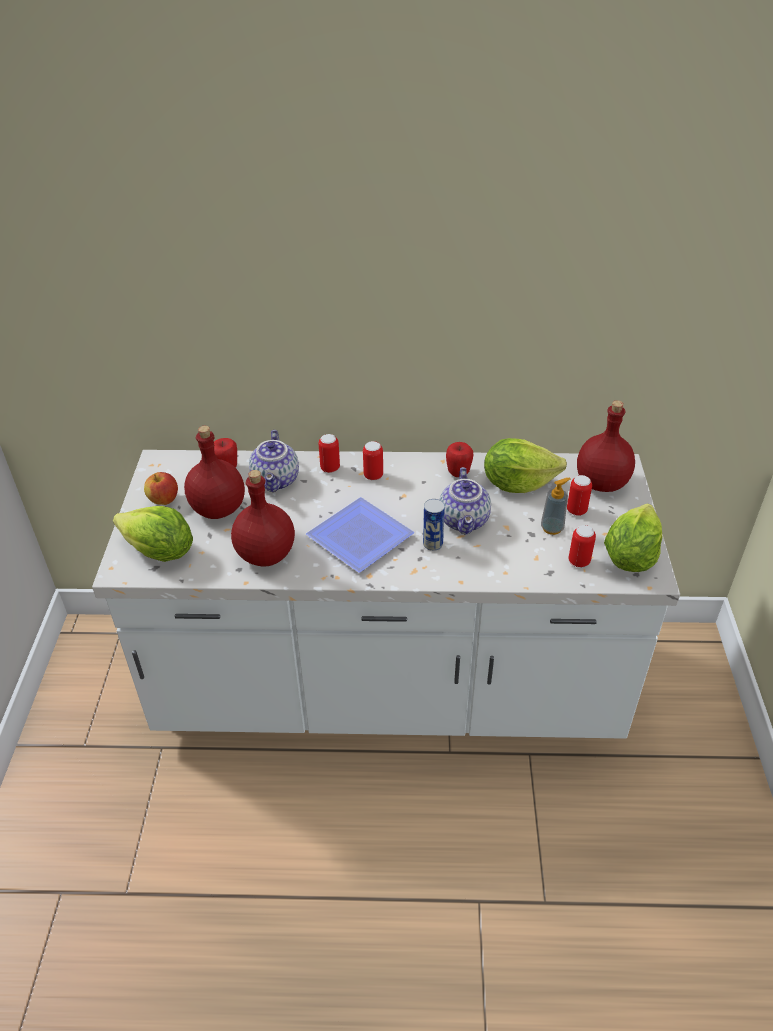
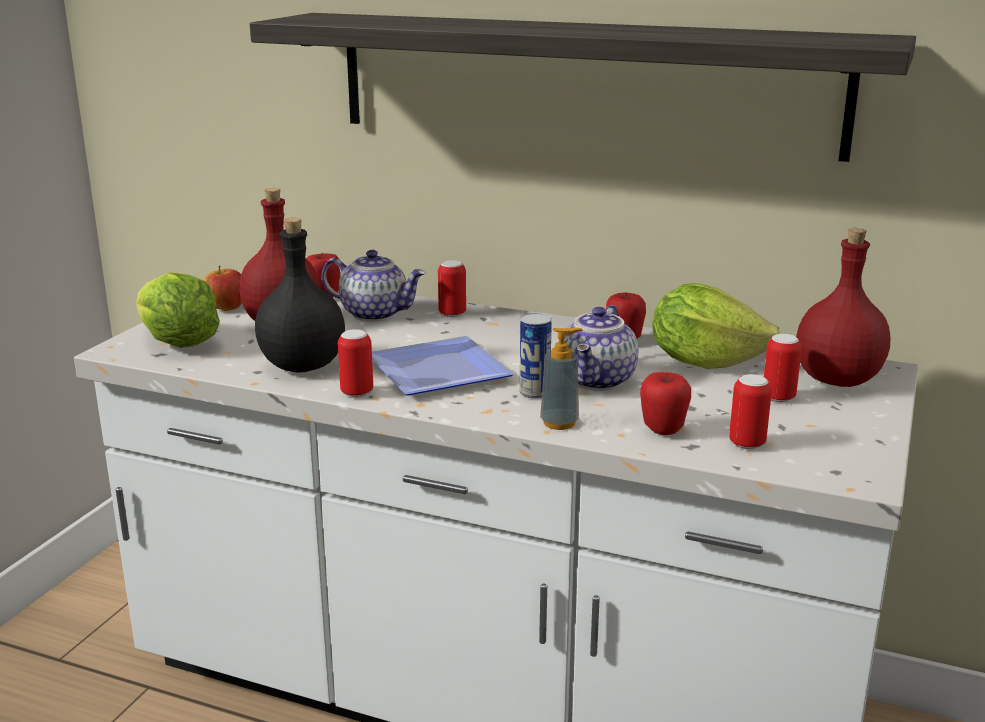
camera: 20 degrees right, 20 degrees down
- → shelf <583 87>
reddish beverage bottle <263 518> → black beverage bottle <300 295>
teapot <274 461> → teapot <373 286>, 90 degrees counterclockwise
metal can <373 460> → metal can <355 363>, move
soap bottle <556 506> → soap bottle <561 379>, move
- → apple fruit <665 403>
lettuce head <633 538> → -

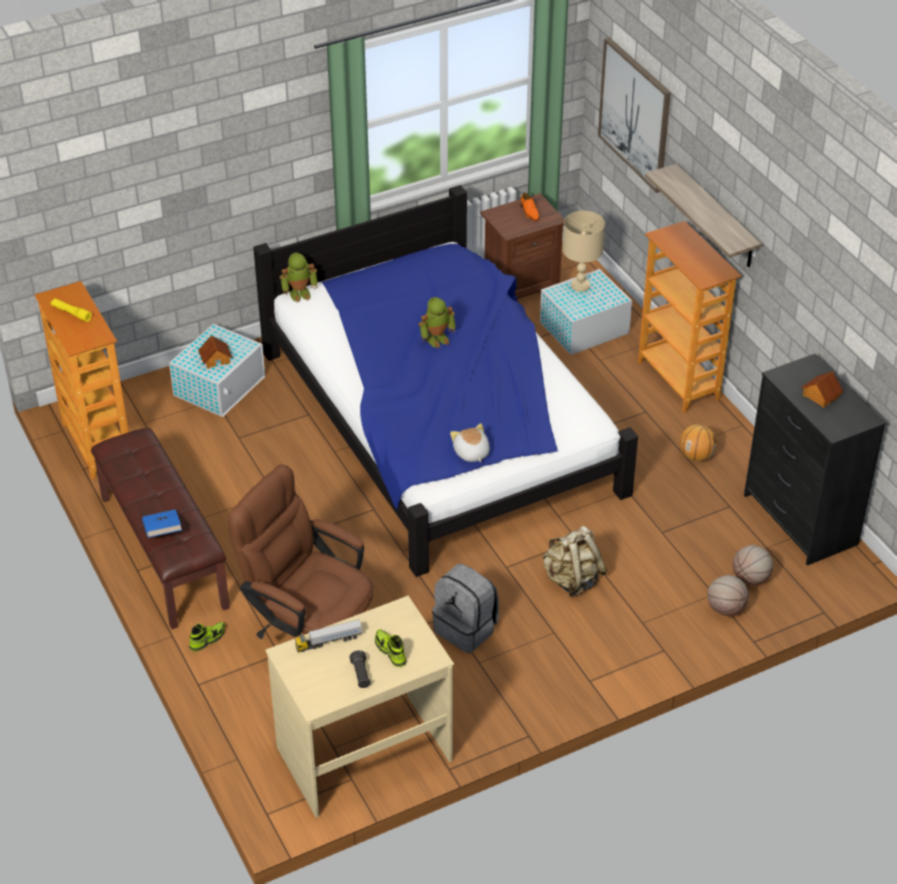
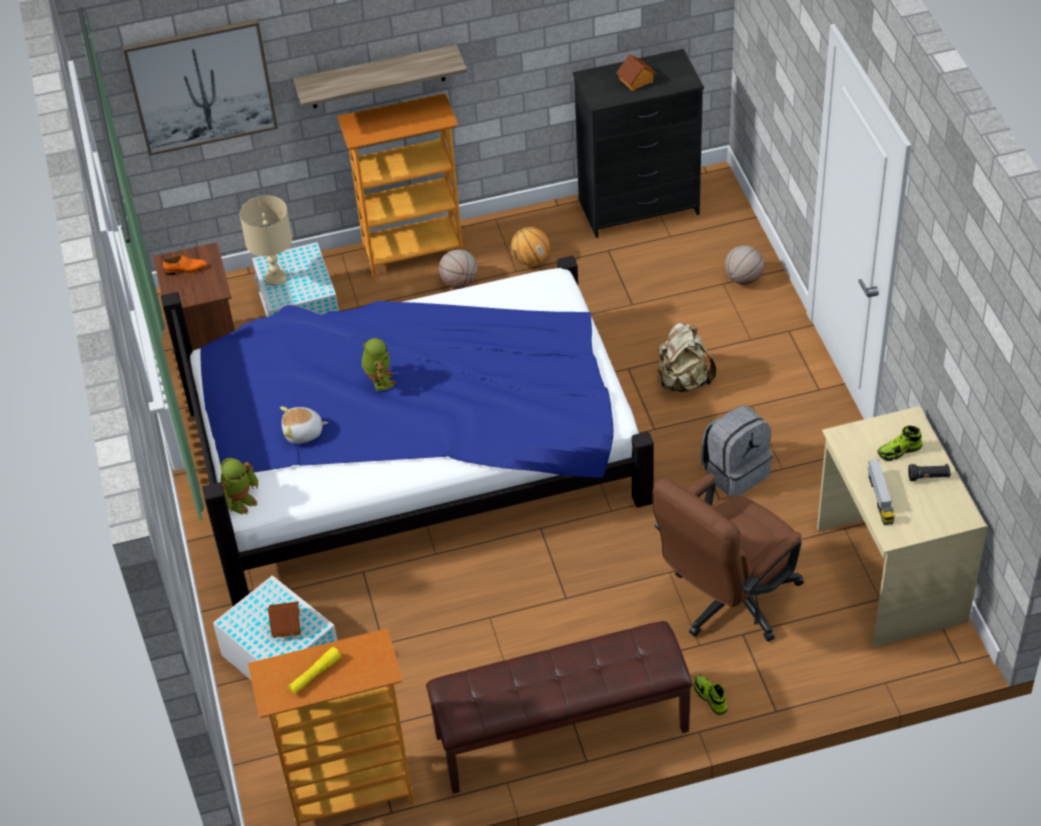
camera: 75 degrees left, 5 degrees up
robot figure <299 278> → robot figure <239 486>, 45 degrees clockwise
cuddly toy <470 442> → cuddly toy <304 425>, move
basketball <753 565> → basketball <458 269>, move
blue book <162 523> → -

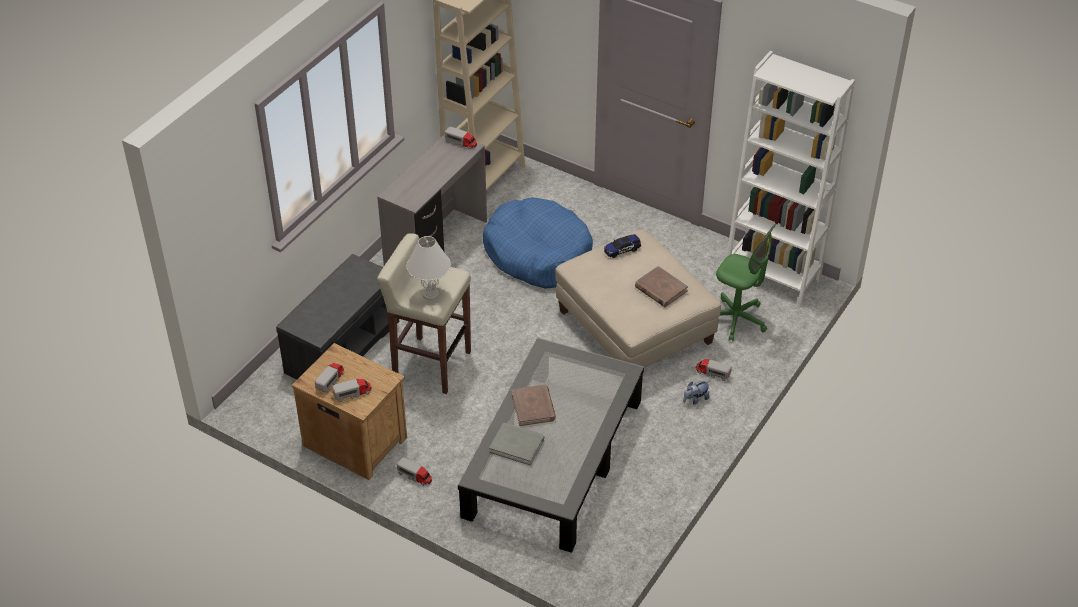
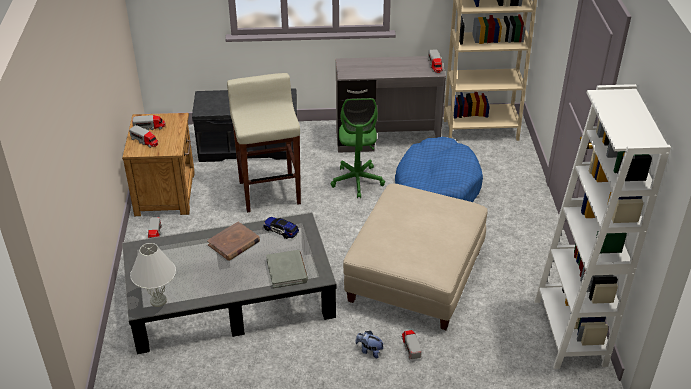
camera: 55 degrees right, 5 degrees down
white-coloured tabletop lamp <429 268> → white-coloured tabletop lamp <153 275>, move
model car <622 246> → model car <281 228>, move
greyish book <516 444> → greyish book <287 269>, move
green-coloured computer chair <746 282> → green-coloured computer chair <357 148>, move
brown book <661 286> → -

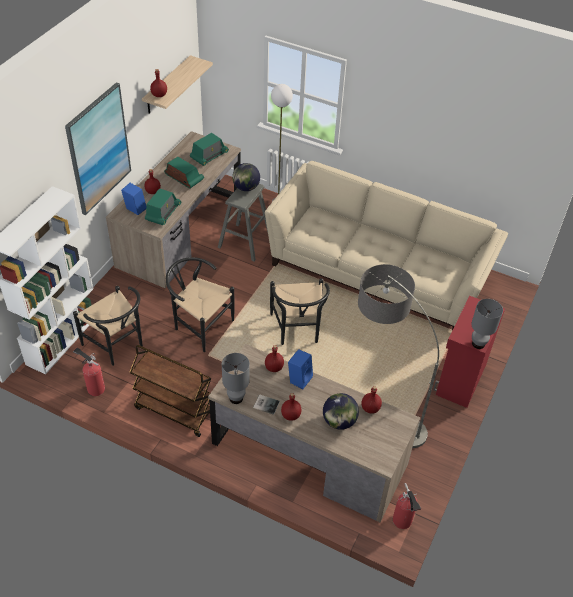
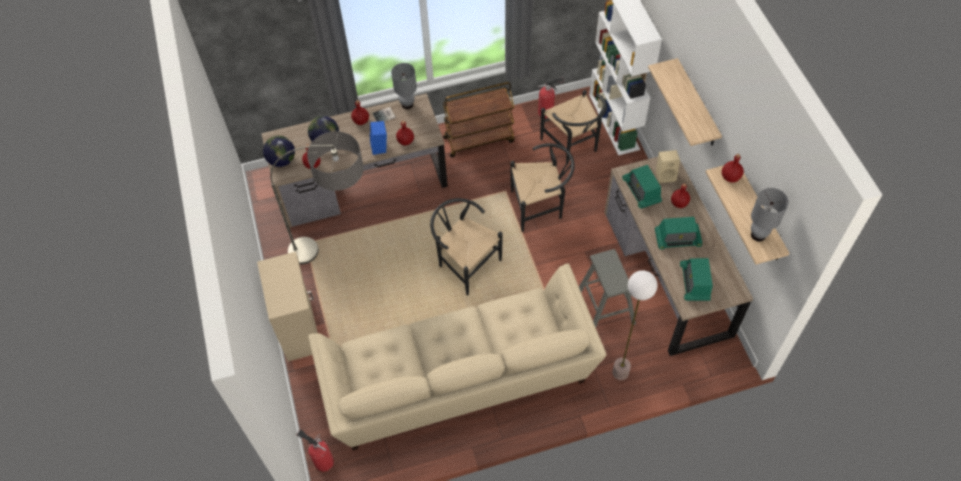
camera: 140 degrees right, 10 degrees up
reddish storage cabinet <469 352> → beige storage cabinet <287 307>
desk globe <246 177> → desk globe <279 151>, move
fire-fighting cylinder <407 506> → fire-fighting cylinder <315 450>, move
black chair <108 326> → black chair <573 127>, 120 degrees counterclockwise
wall art <98 148> → shelf <685 102>
blue speaker <133 199> → beige speaker <668 167>
greyish tabletop lamp <487 324> → greyish tabletop lamp <770 215>, move

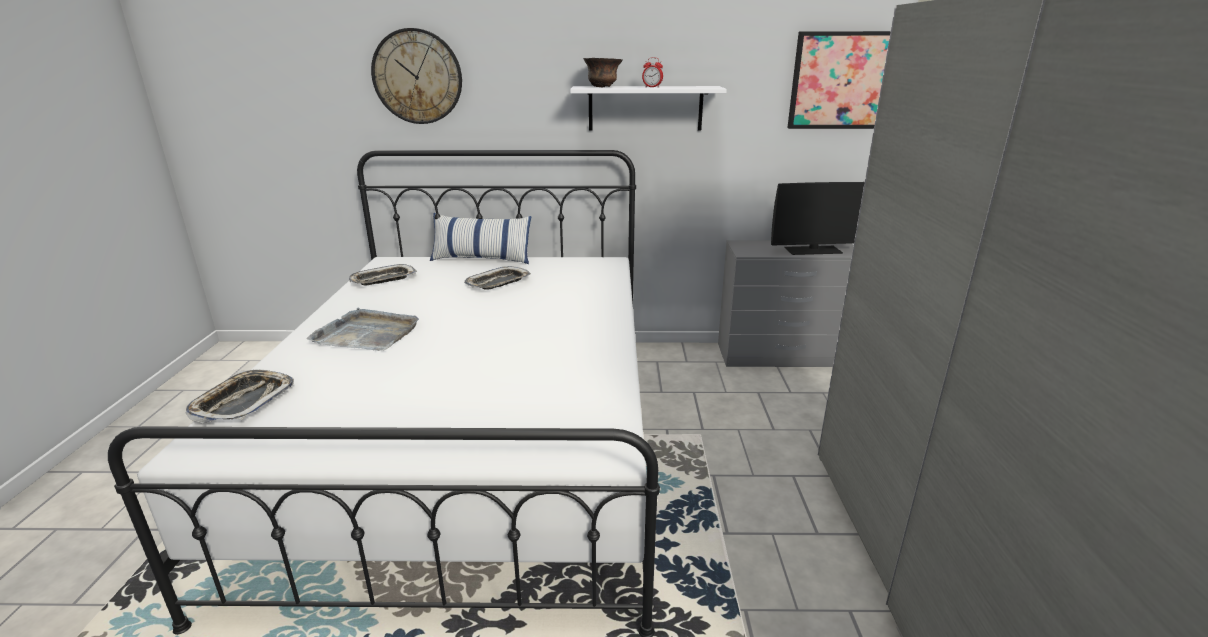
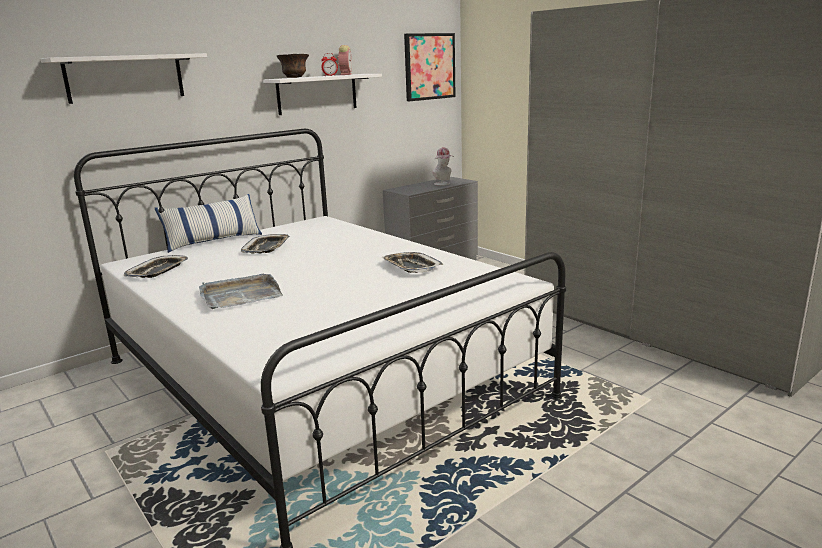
camera: 40 degrees left, 5 degrees down
hanging clock <416 76> → white-coloured shelf <124 78>
- → table clock <344 60>
serving tray <239 396> → serving tray <412 262>, move
computer screen <818 218> → wearable hat <443 166>

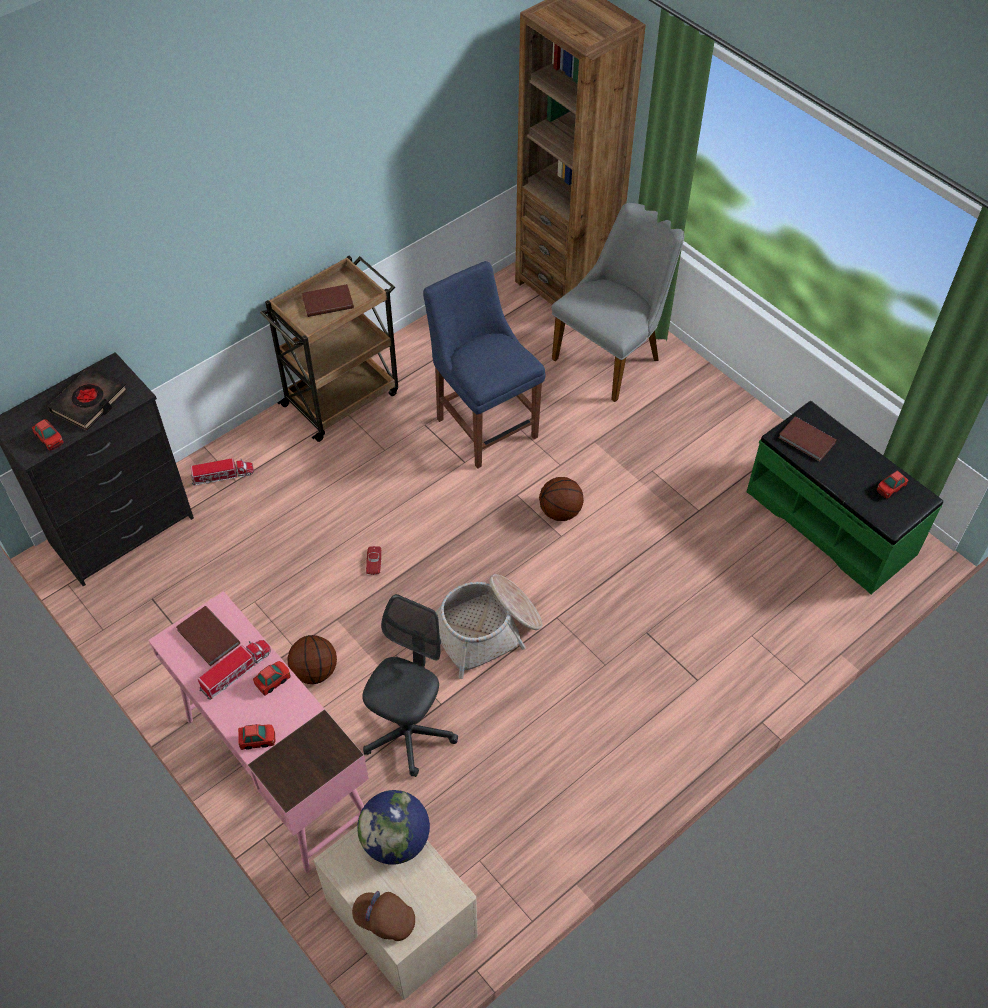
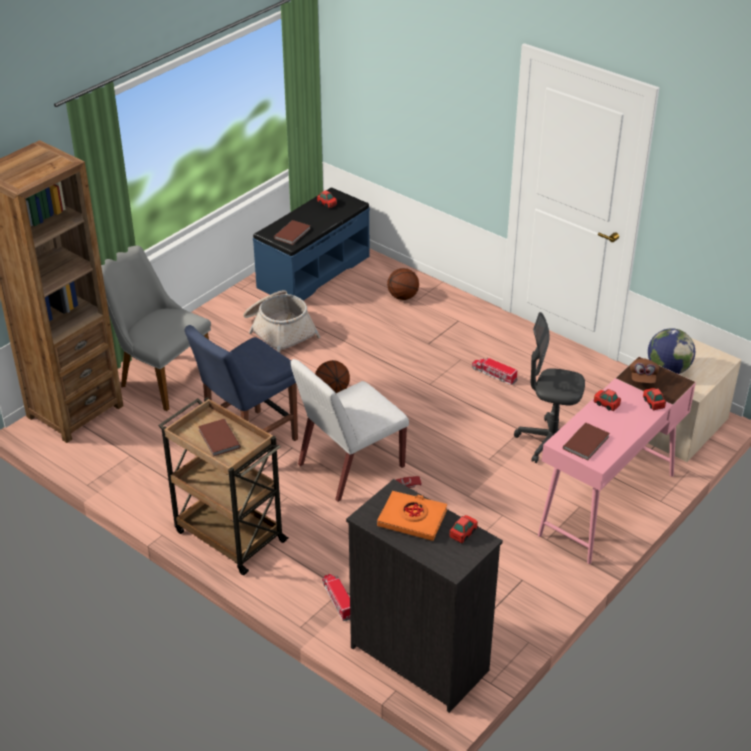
camera: 100 degrees left, 15 degrees down
storage basket <489 626> → storage basket <281 321>, move
green-coloured bench <845 497> → blue bench <311 244>
- → white-coloured chair <349 430>
black book <87 398> → orange-coloured book <412 516>
basketball <312 659> → basketball <403 284>, move
toy lorry <234 670> → toy lorry <495 371>, move
brown cap <383 916> → brown cap <644 370>, move

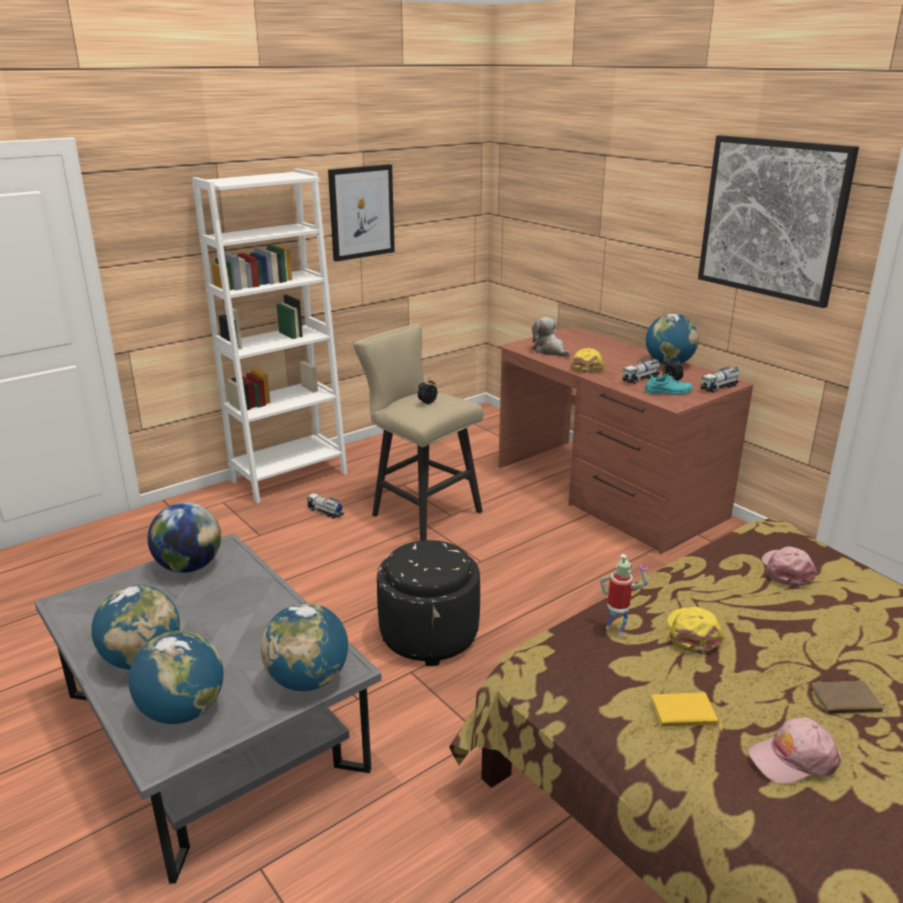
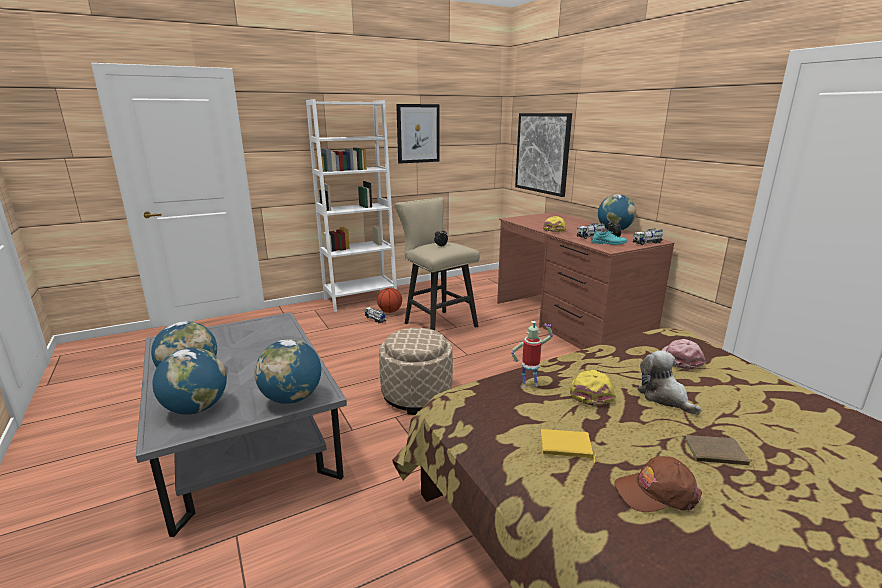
camera: 10 degrees right, 5 degrees down
- → basketball <389 300>
black ottoman <428 603> → beige ottoman <416 371>
robot figure <624 595> → robot figure <532 354>, 60 degrees counterclockwise
wall art <778 221> → wall art <543 155>, move
pinkish cap <794 751> → brown cap <658 484>
cuddly toy <551 337> → cuddly toy <669 383>, move
desk globe <184 537> → -

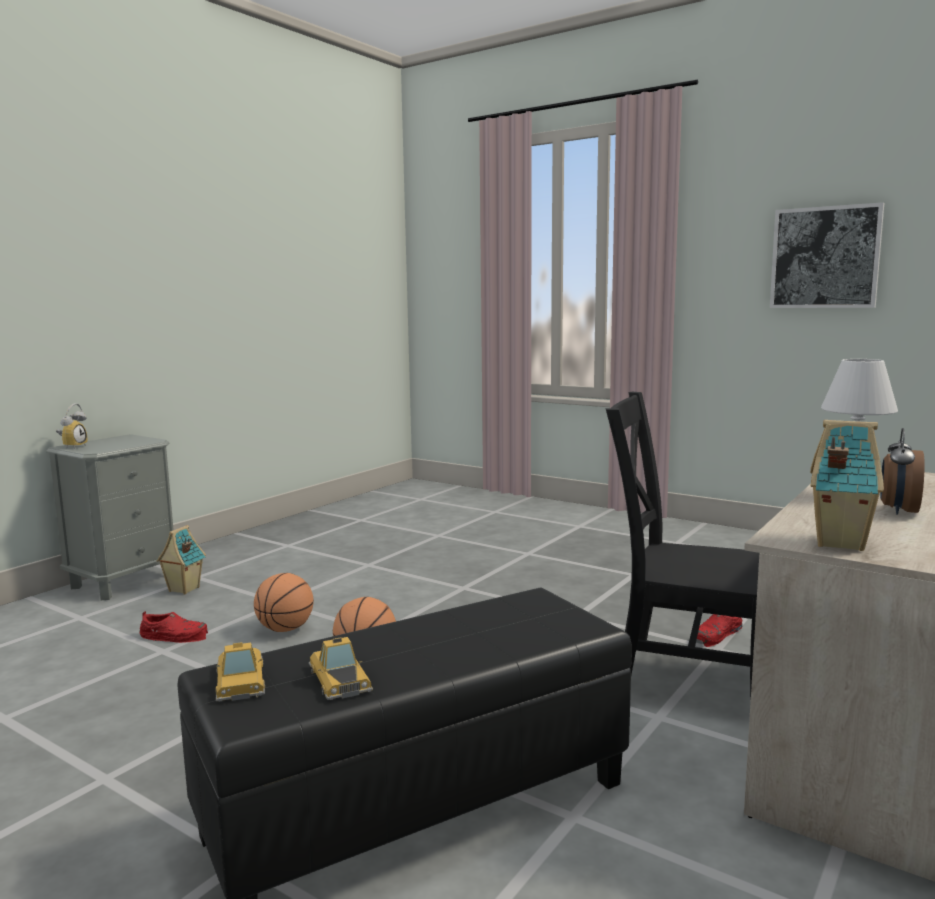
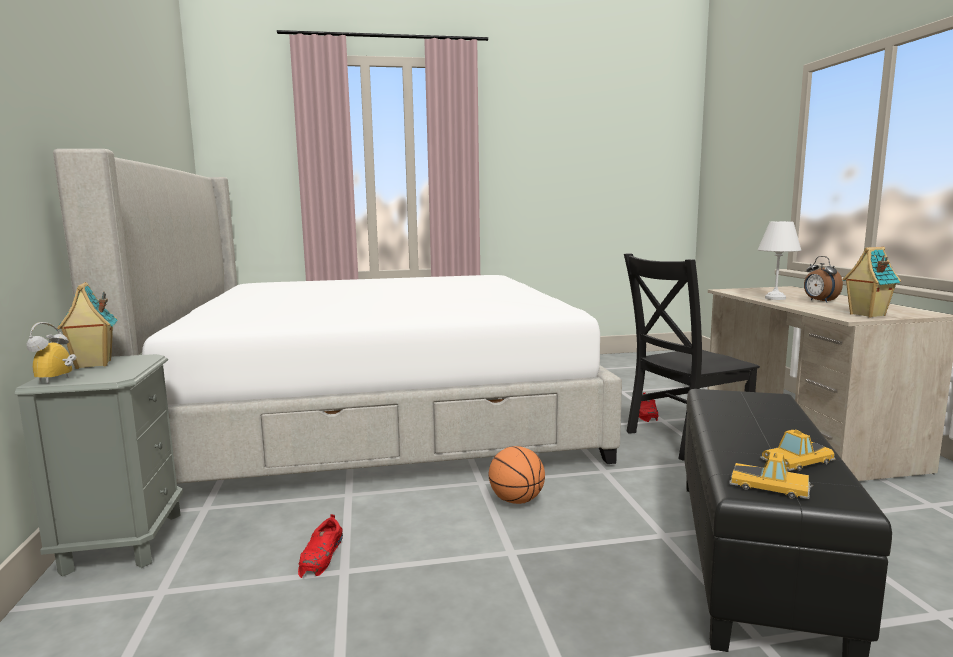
camera: 45 degrees left, 0 degrees up
table clock <71 426> → table clock <51 353>, 135 degrees counterclockwise
- → bedroom bed <337 316>
model house <181 559> → model house <87 325>, move
reddish low shoe <173 627> → reddish low shoe <320 546>, 135 degrees clockwise
model car <341 668> → model car <798 450>, 45 degrees counterclockwise
basketball <284 602> → -
wall art <827 255> → -

